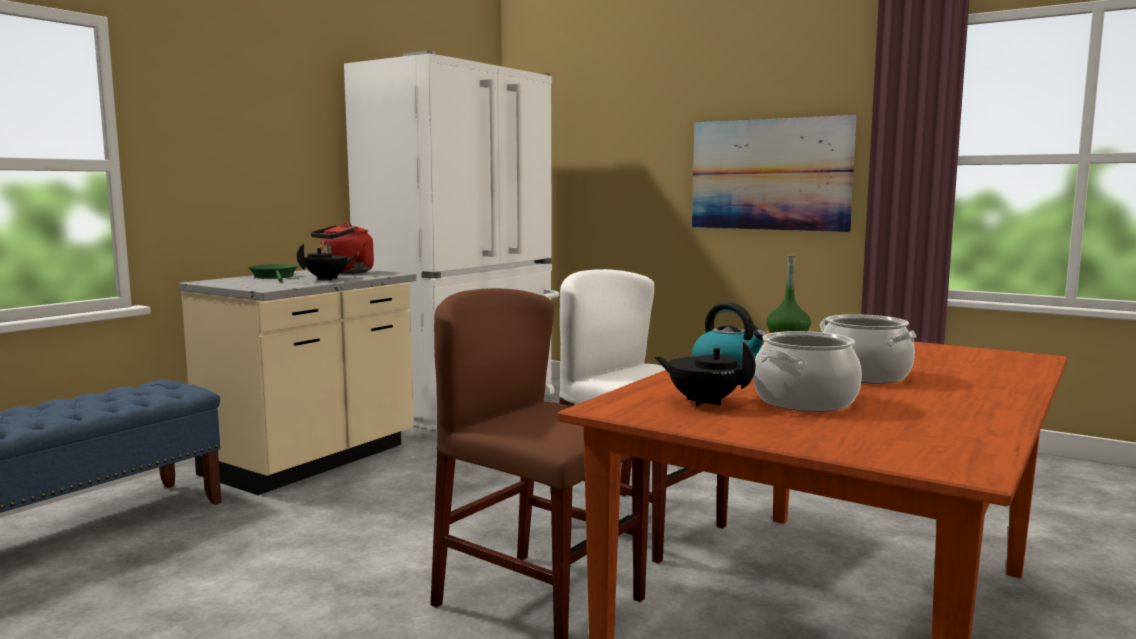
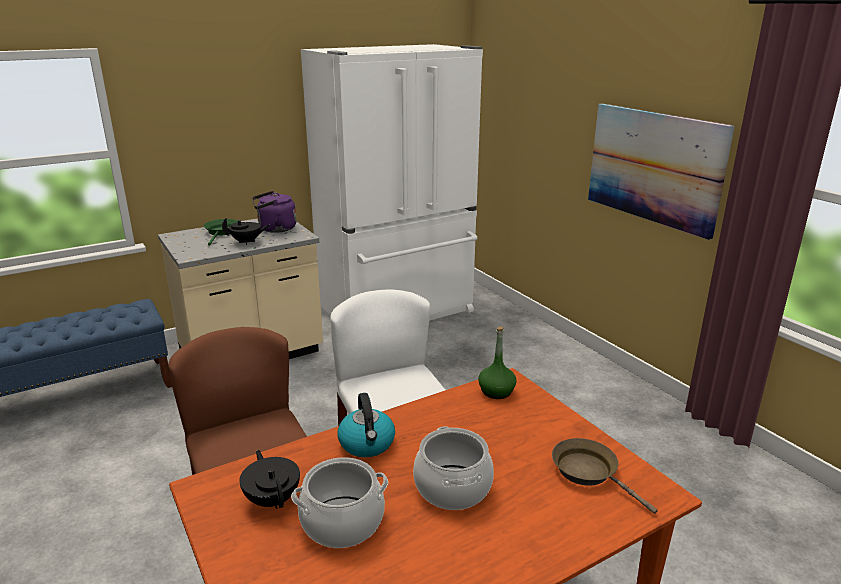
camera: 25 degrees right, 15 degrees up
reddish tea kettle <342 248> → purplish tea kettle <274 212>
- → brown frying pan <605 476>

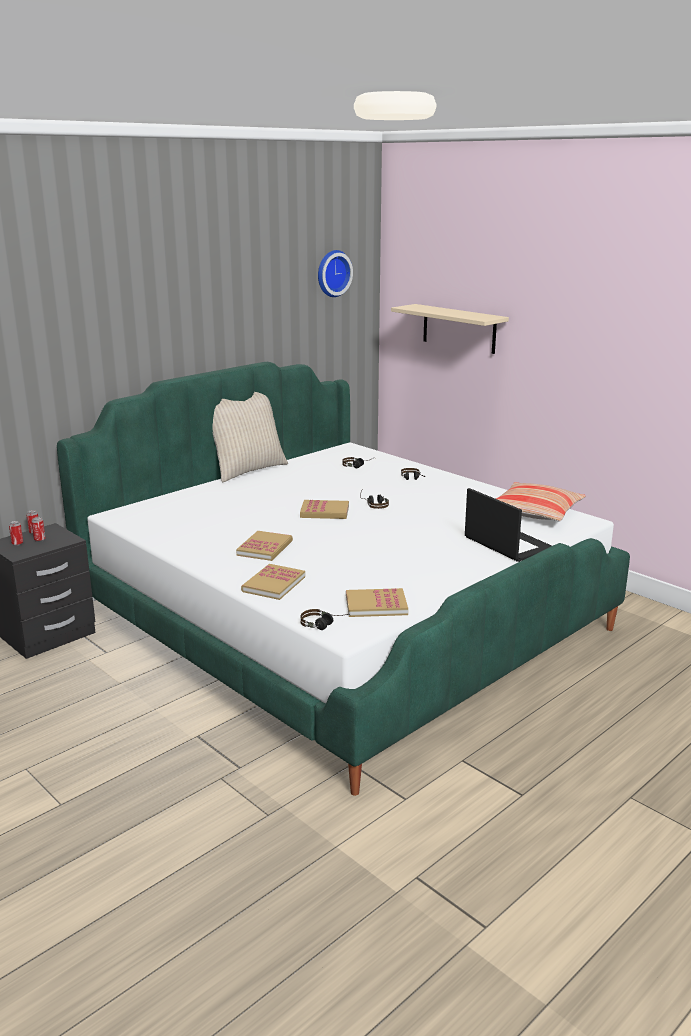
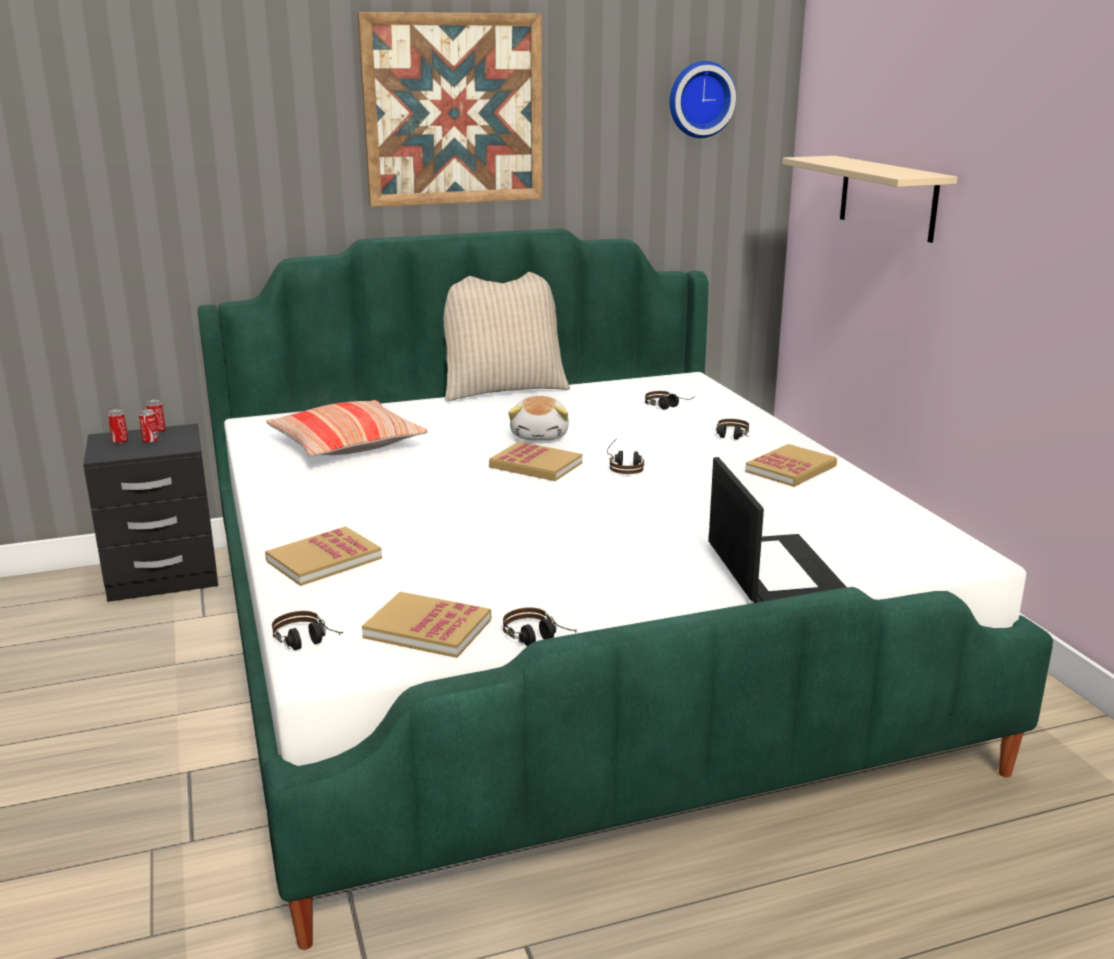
camera: 25 degrees right, 0 degrees up
cushion <541 502> → cushion <347 428>, move
- → wall art <450 109>
- → headphones <540 626>
- → cuddly toy <538 418>
book <264 546> → book <791 465>, move

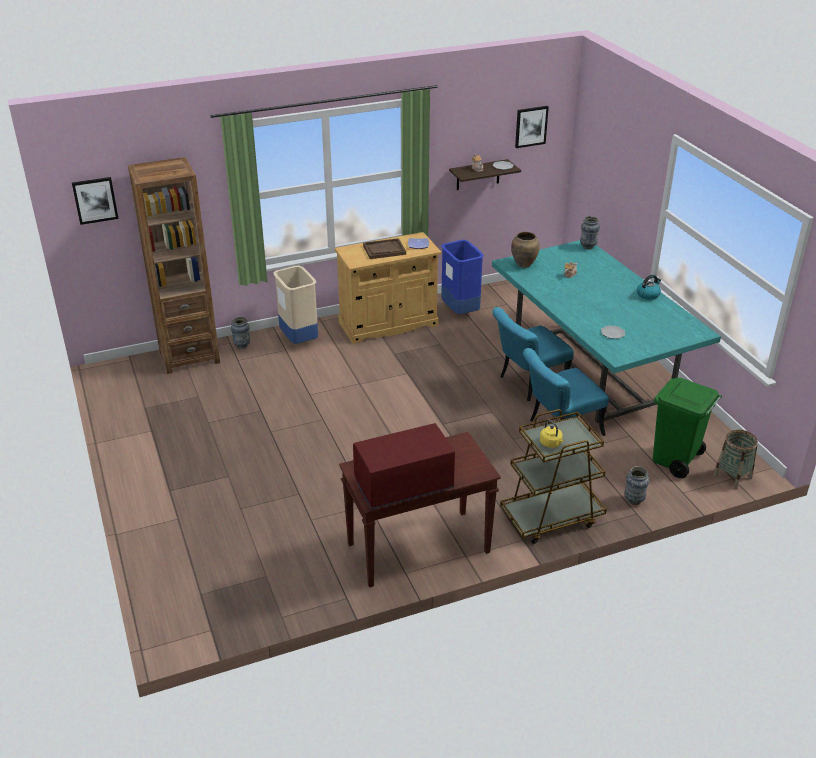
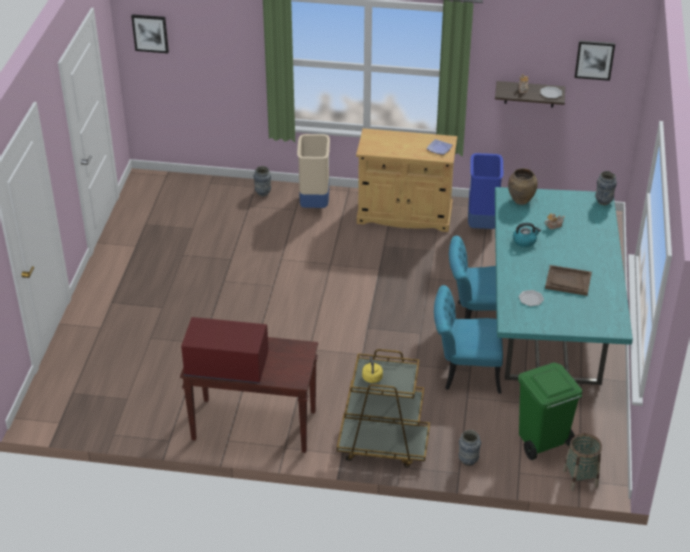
camera: 30 degrees right, 5 degrees up
tea kettle <649 287> → tea kettle <527 235>, move
brown serving tray <384 248> → brown serving tray <568 280>, move
brown bookshelf <174 265> → -

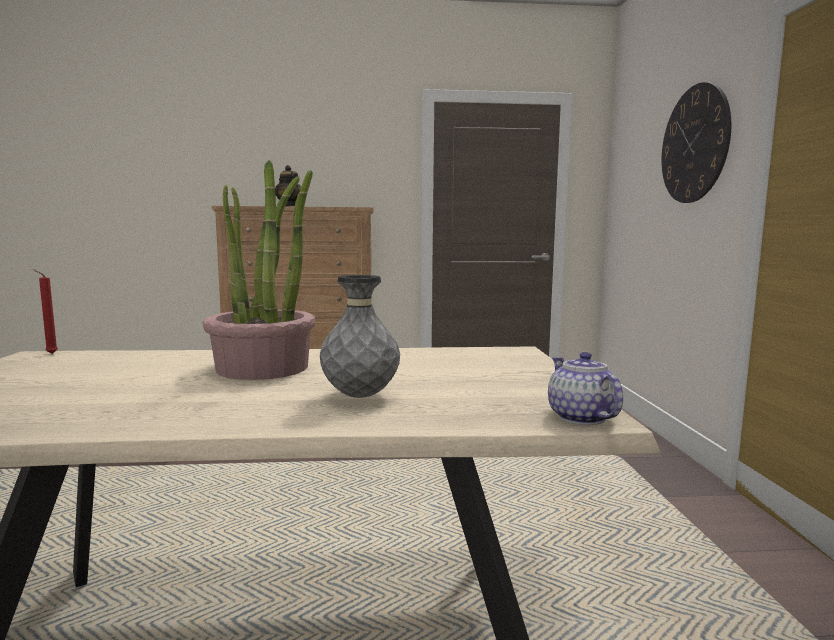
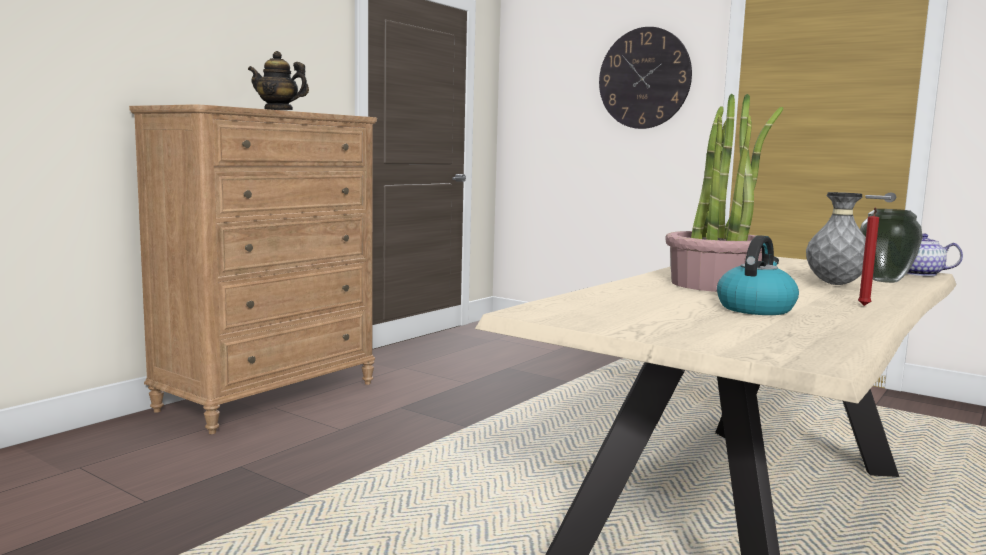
camera: 50 degrees left, 0 degrees up
- → tea kettle <758 275>
reddish candle <45 311> → reddish candle <868 256>, move
- → decorative vase <891 246>

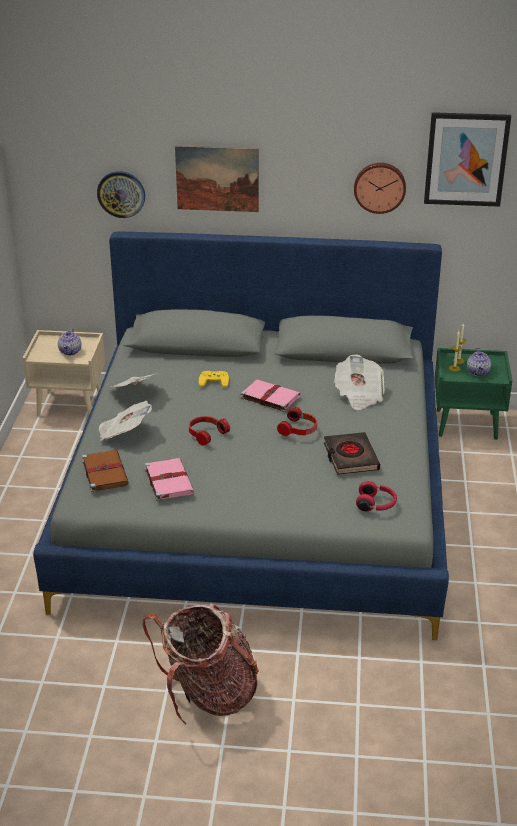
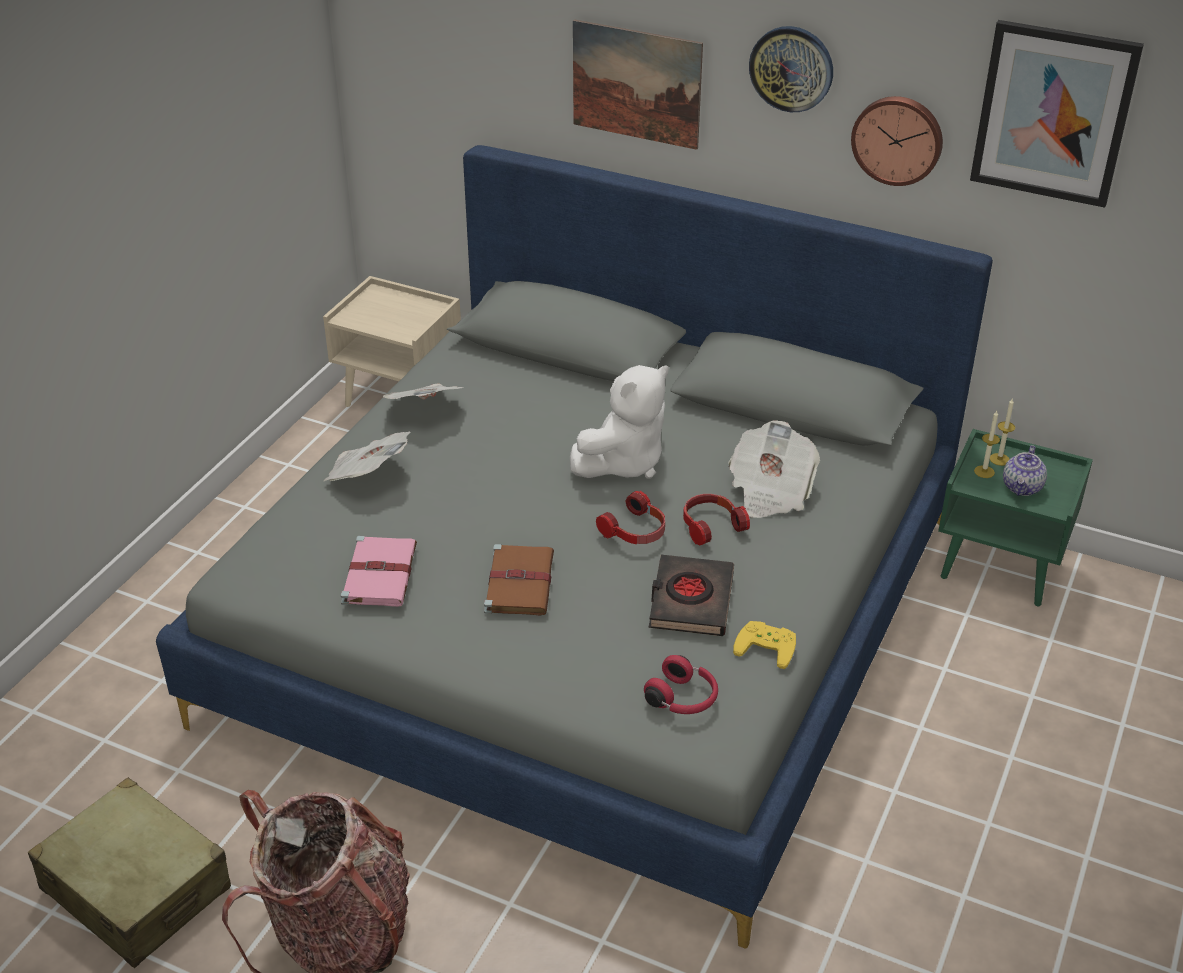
camera: 20 degrees right, 5 degrees up
- → beige piece of luggage <129 872>
brown book <105 471> → brown book <519 579>, move
pinkish book <270 395> → white-coloured cuddly toy <619 422>
headphones <209 431> → headphones <716 520>, move
yellowish game controller <214 379> → yellowish game controller <764 645>, move
hanging clock <121 194> → hanging clock <791 69>, move
teapot <69 341> → -

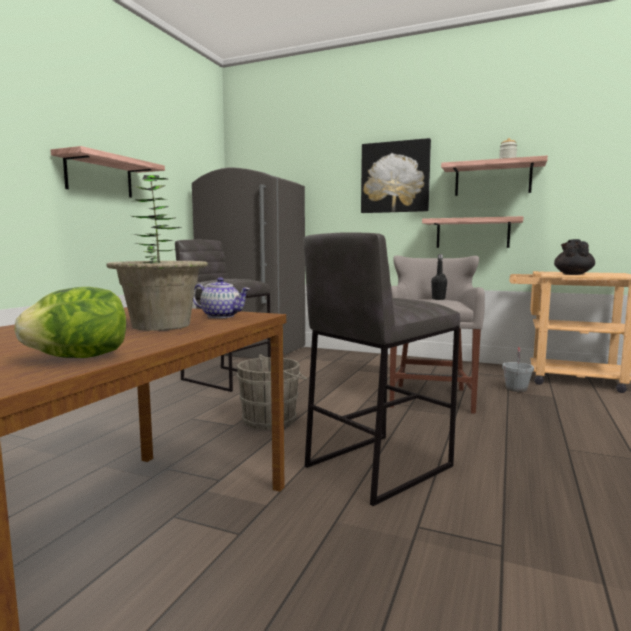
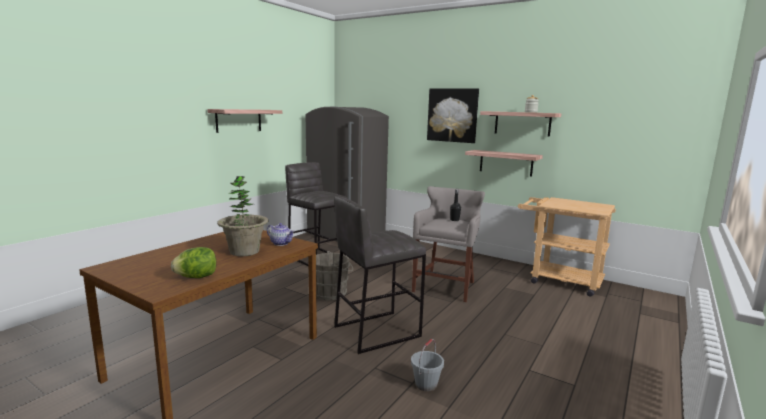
camera: 10 degrees right, 5 degrees up
greyish pail <518 369> → greyish pail <427 365>, move
black teapot <574 257> → -

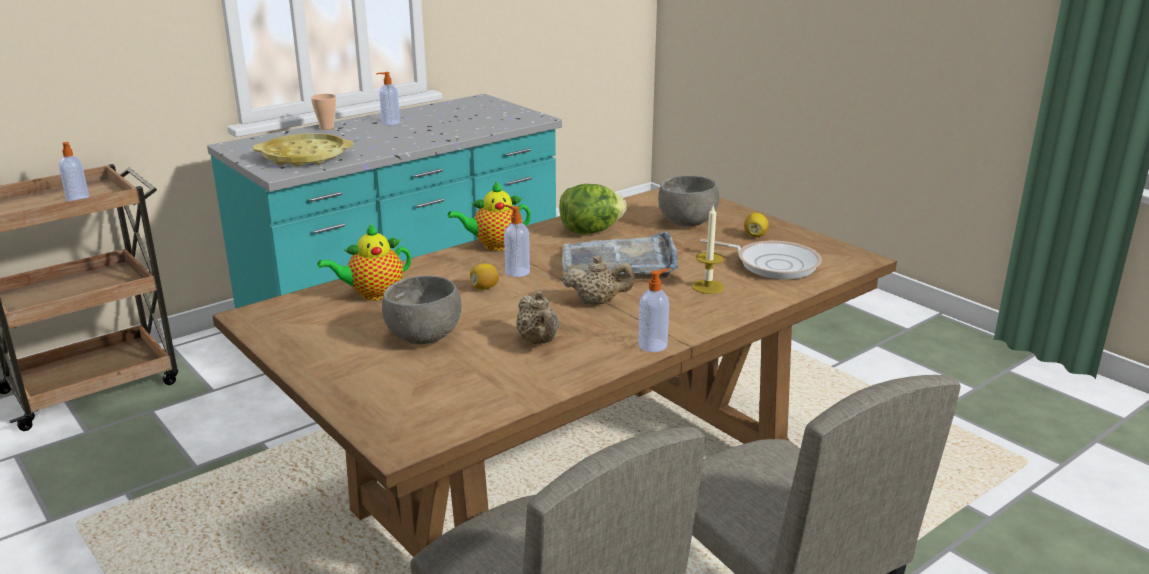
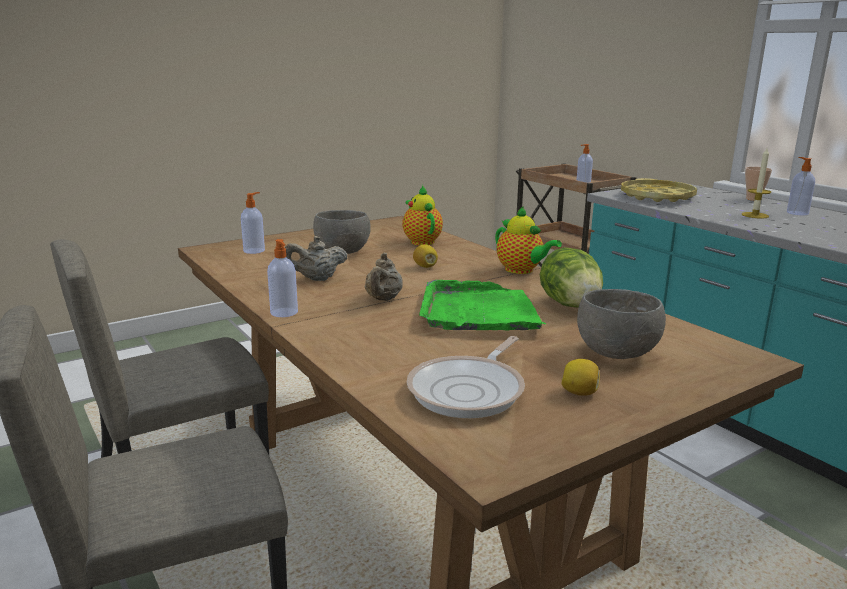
camera: 95 degrees right, 5 degrees down
soap bottle <516 241> → soap bottle <253 223>, move
greyish serving tray <620 255> → green-coloured serving tray <482 305>
teapot <489 216> → teapot <528 240>, 150 degrees clockwise
candle <708 250> → candle <756 183>, move

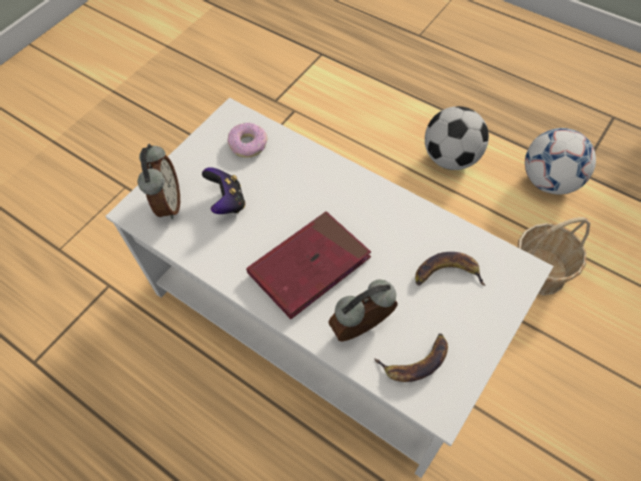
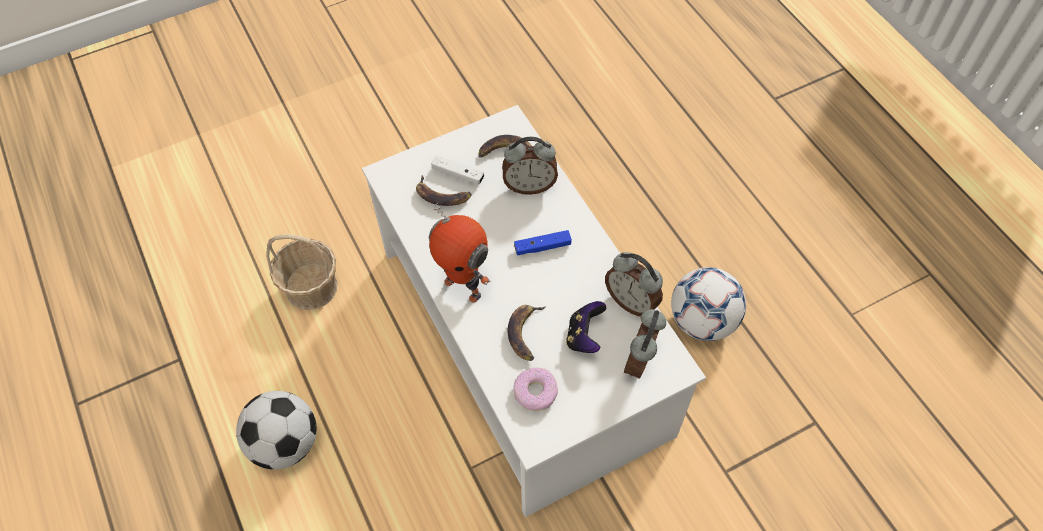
camera: 155 degrees left, 0 degrees up
- → robot figure <459 253>
- → white-coloured game controller <457 170>
- → banana fruit <526 333>
reddish book <308 265> → blue game controller <543 242>
- → table clock <634 284>
ball for football <560 161> → ball for football <708 304>, move

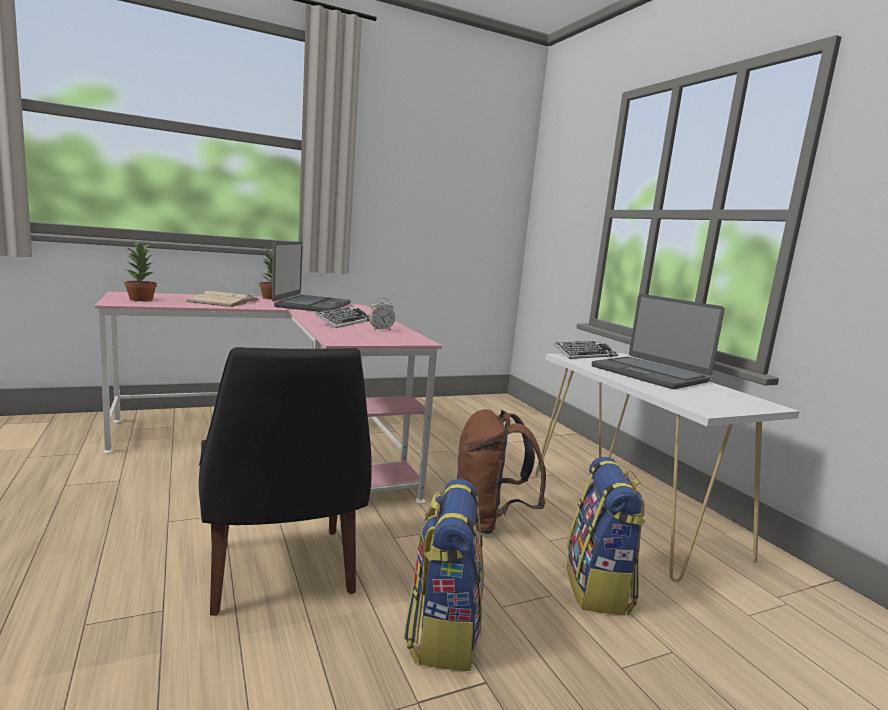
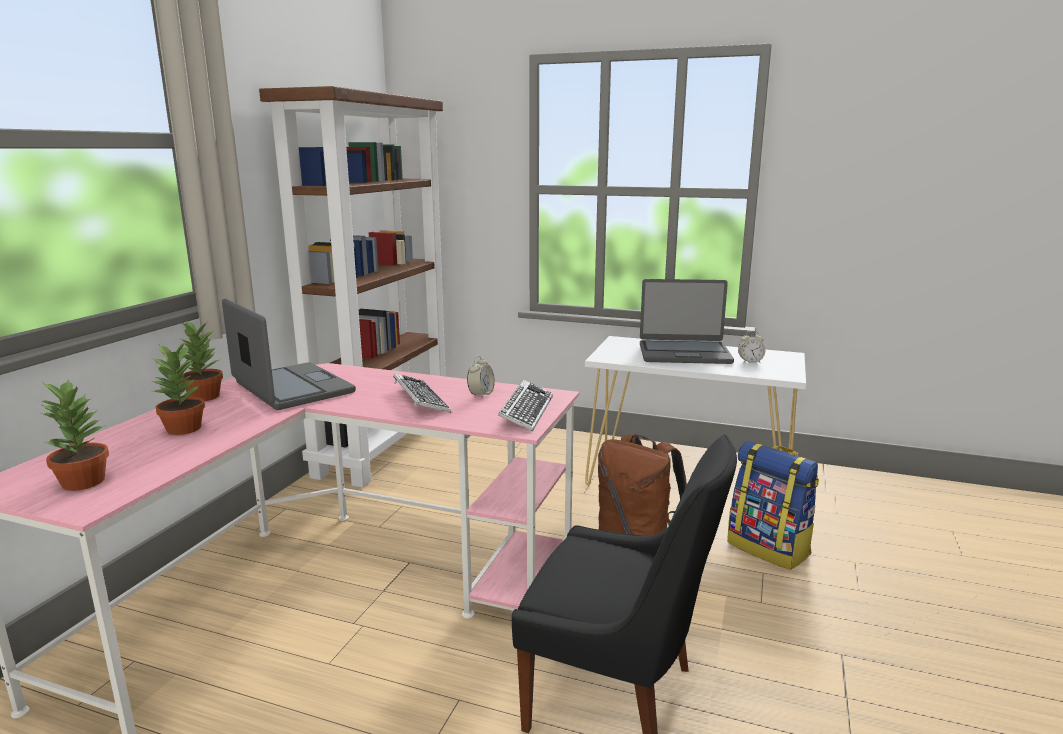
camera: 45 degrees left, 5 degrees up
beige book <222 299> → plant in a pot <178 388>
- → brown bookshelf <352 287>
PC keyboard <586 350> → PC keyboard <525 405>, move
- → table clock <751 347>
backpack <443 575> → -

